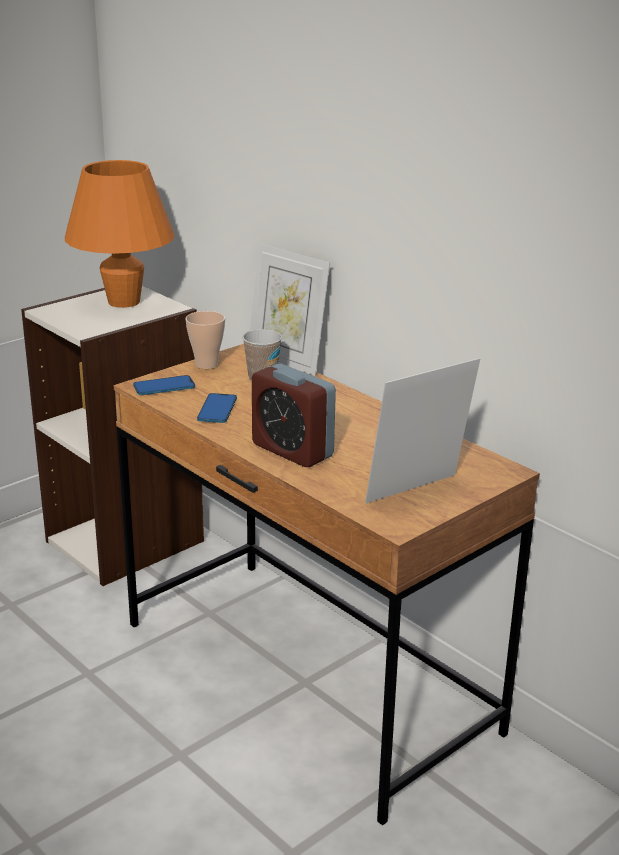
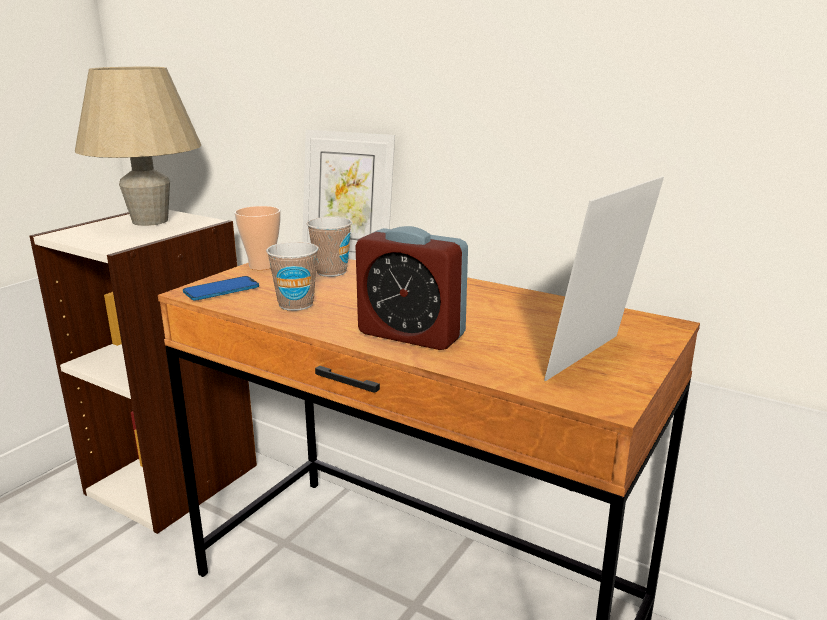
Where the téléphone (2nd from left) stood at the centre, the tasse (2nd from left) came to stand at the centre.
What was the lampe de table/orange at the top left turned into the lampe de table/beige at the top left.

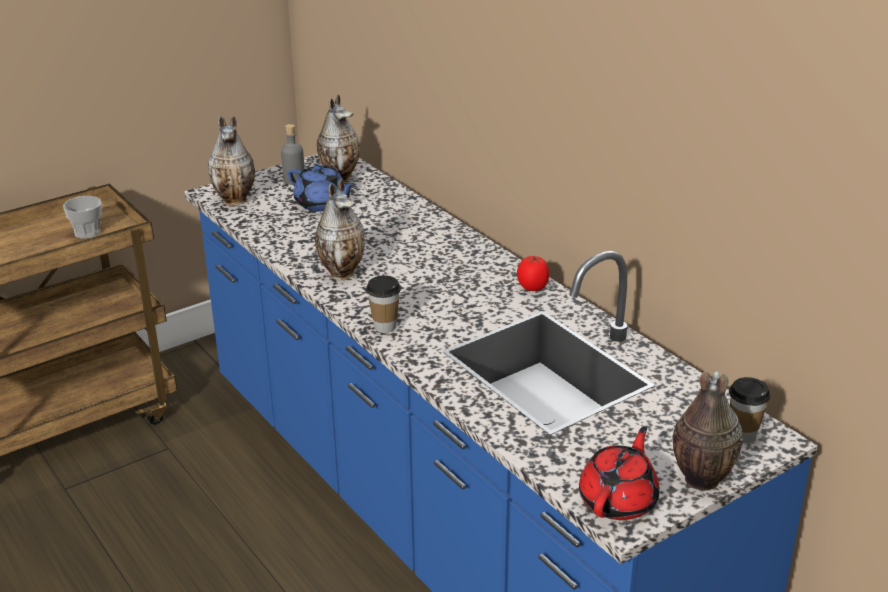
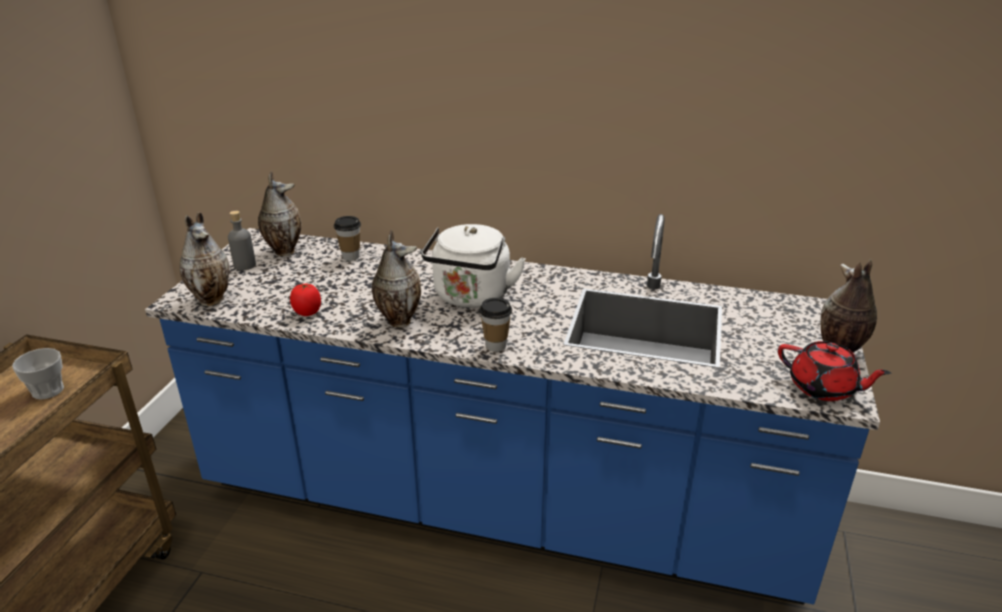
The second view lost the théière/bleu at the top centre.
The second view gained the bouilloire/blanc at the centre.
The tomate ended up elsewhere, having gone from the centre to the middle left.
The tasse (3rd from left in the first image) ended up elsewhere, having gone from the bottom right to the centre.
The théière/rouge at the bottom right ended up facing another way, 135 degrees clockwise from before.

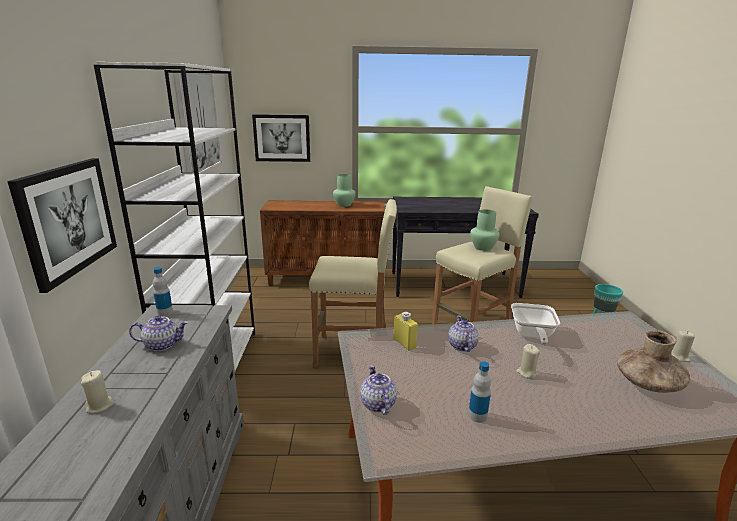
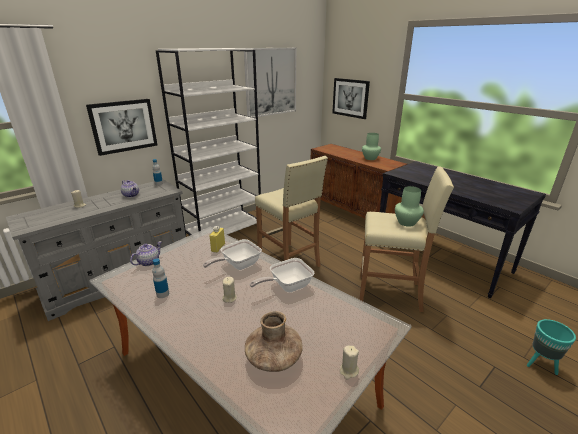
Where the théière (3rd from left) stood at the centre, the poêle (1st from left) came to stand at the centre.

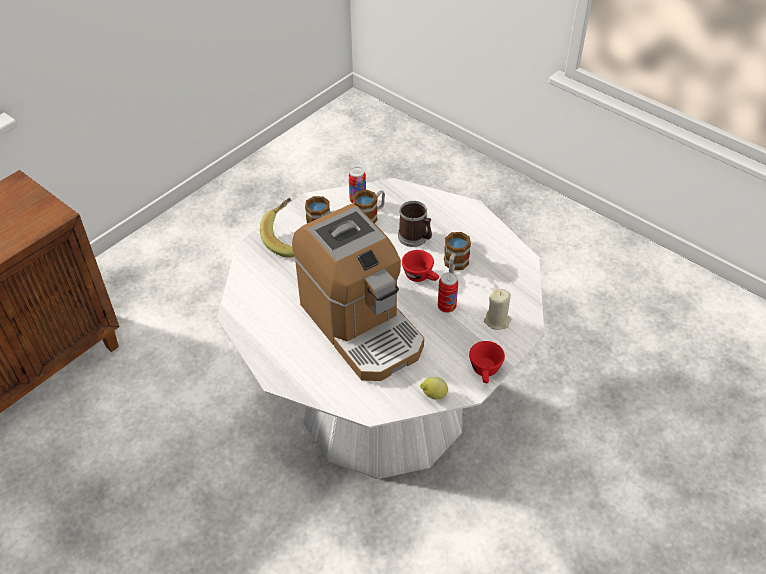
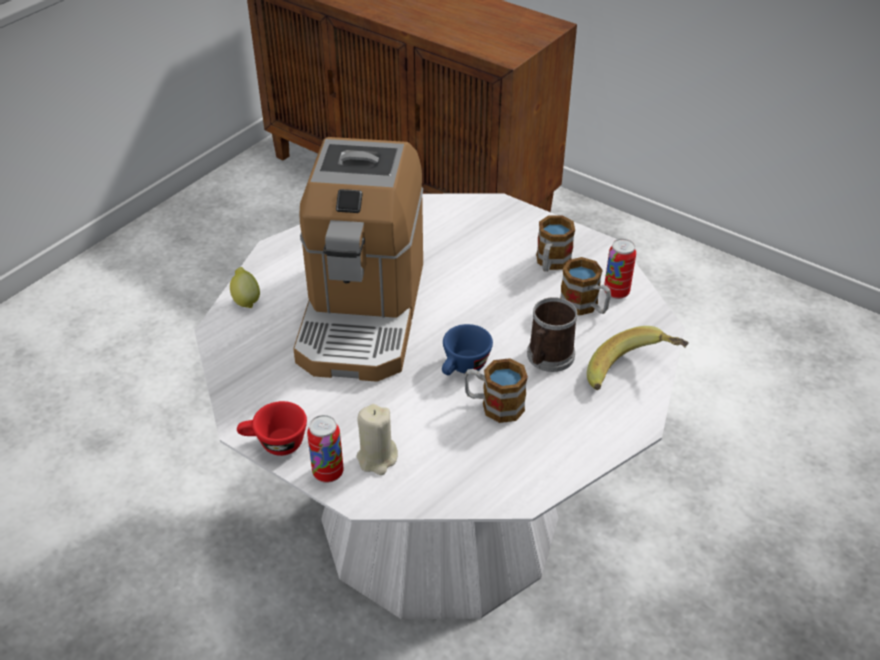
The banane ended up elsewhere, having gone from the centre to the middle right.
The citron ended up elsewhere, having gone from the bottom centre to the middle left.
The boîte métallique (2nd from left in the first image) ended up elsewhere, having gone from the centre to the bottom centre.
What was the tasse/rouge (1st from left) at the centre turned into the tasse/bleu at the centre.
The machine à café at the centre ended up facing another way, 45 degrees counterclockwise from before.

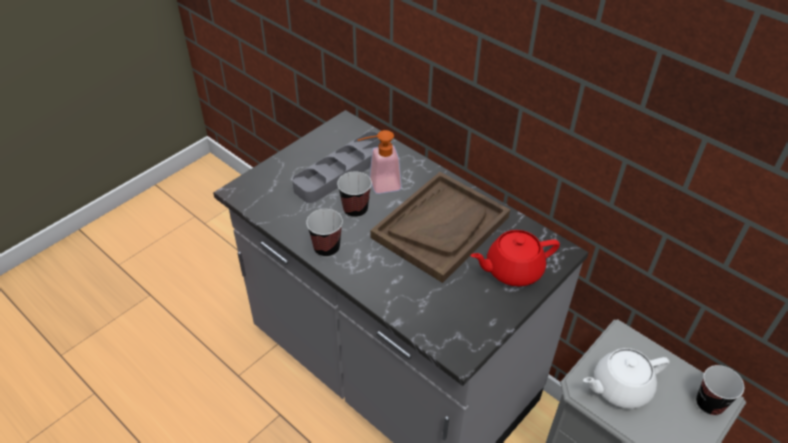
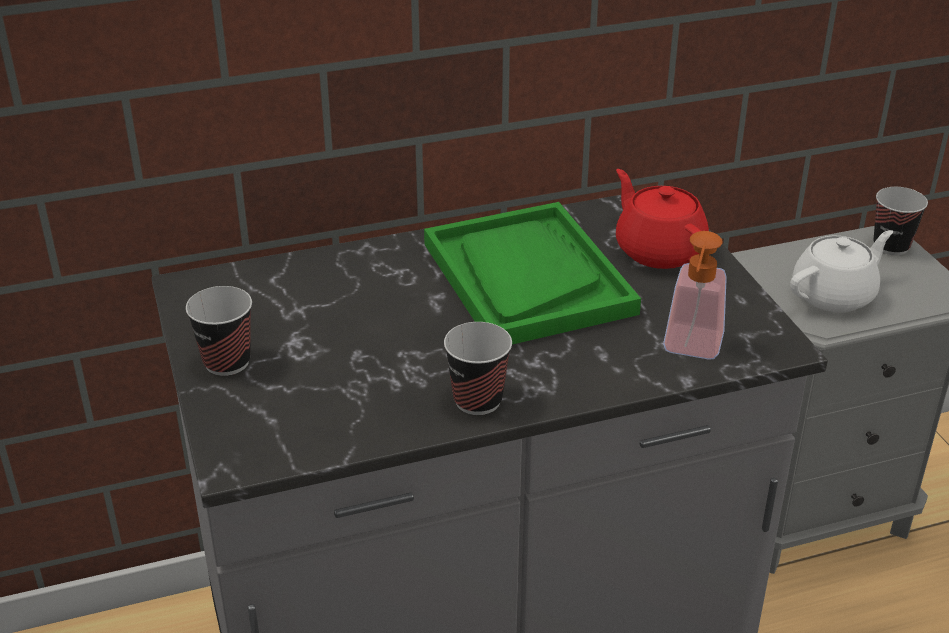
The second view lost the plateau/gris at the centre.
The tasse (2nd from left in the first image) ended up elsewhere, having gone from the centre to the middle left.
The distributeur de savon ended up elsewhere, having gone from the centre to the middle right.
What was the plateau/marron at the centre turned into the plateau/vert at the centre.
The théière/rouge at the centre ended up facing another way, 135 degrees clockwise from before.
The théière/blanc at the bottom right ended up facing another way, 135 degrees counterclockwise from before.

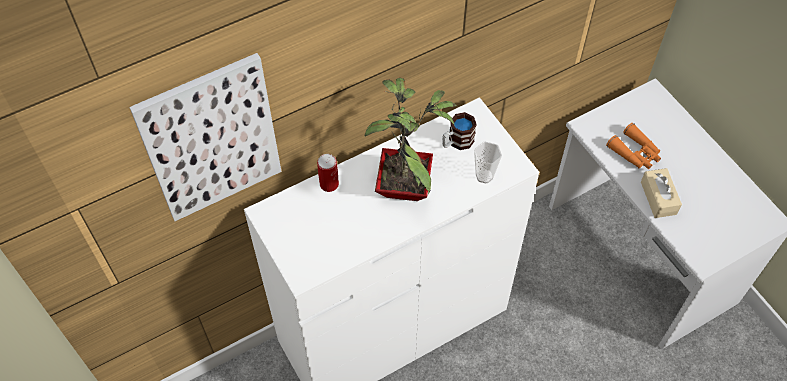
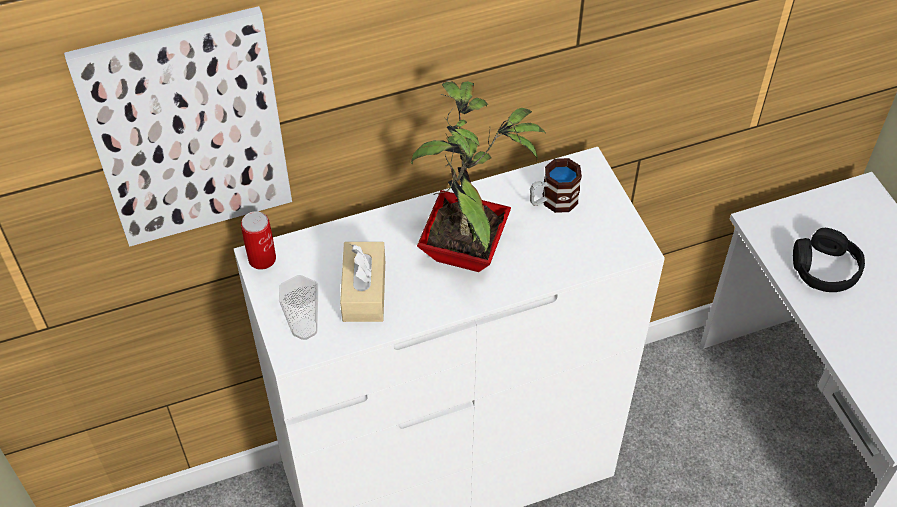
The boîte métallique ended up elsewhere, having gone from the centre to the middle left.
The tasse ended up elsewhere, having gone from the centre to the middle left.
The boîte à mouchoirs/beige ended up elsewhere, having gone from the middle right to the centre.
Where the jumelles/orange stood at the middle right, the casque audio/noir came to stand at the middle right.

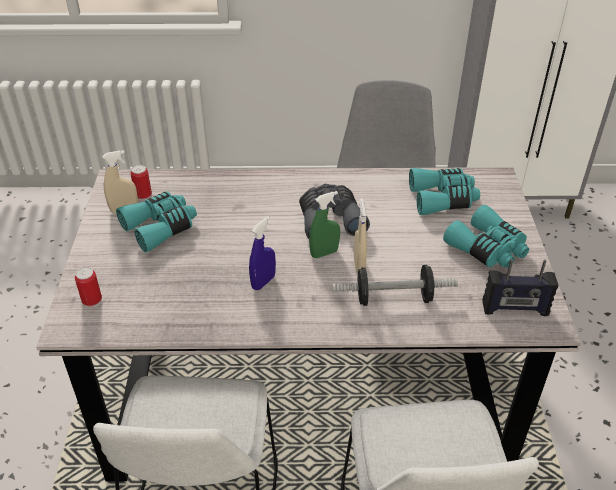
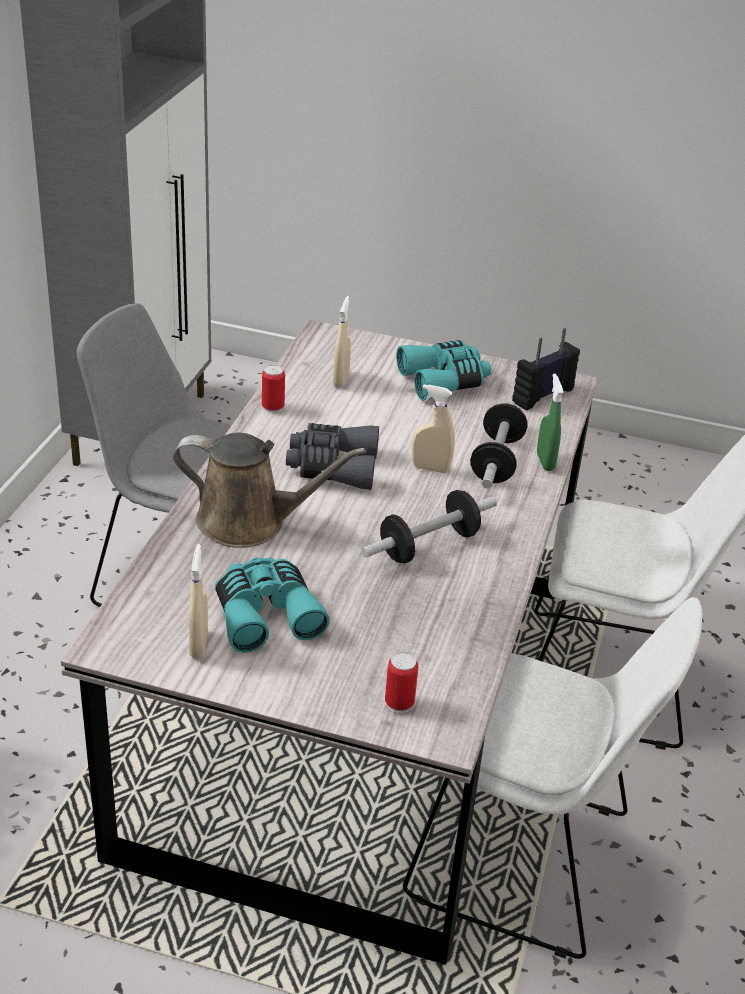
The second view gained the arrosoir/marron at the centre.
The boîte métallique (2nd from left in the first image) ended up elsewhere, having gone from the middle left to the centre.
The vaporisateur/vert ended up elsewhere, having gone from the centre to the middle right.
Where the vaporisateur/bleu stood at the centre, the haltère (1st from left) came to stand at the centre.
Where the jumelles/turquoise (2nd from left) stood at the middle right, the vaporisateur/beige (2nd from left) came to stand at the centre.
The radio at the middle right ended up facing another way, 150 degrees counterclockwise from before.

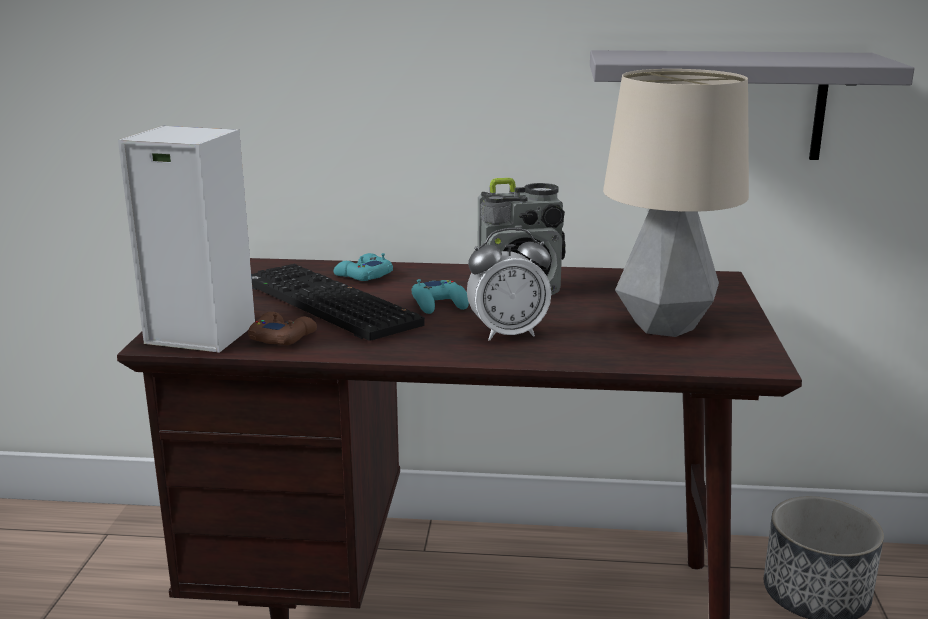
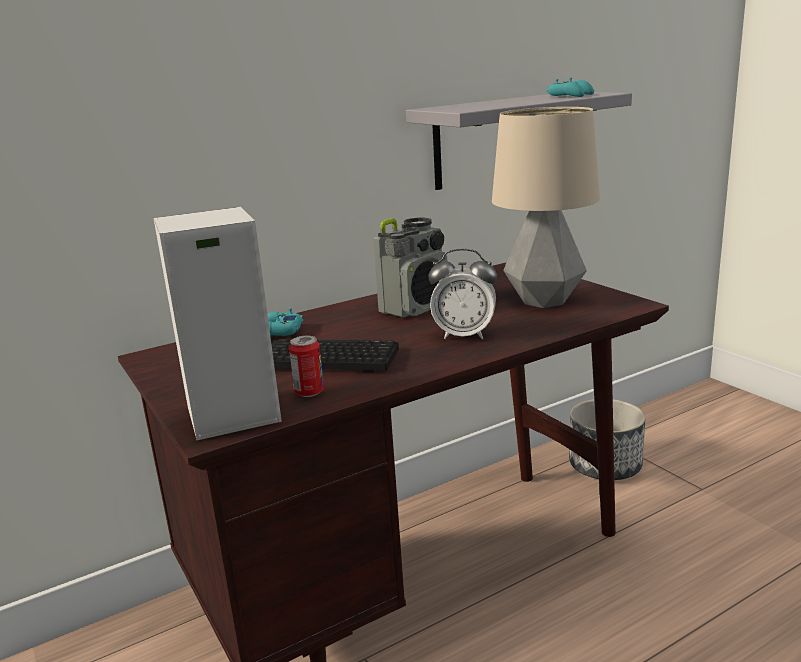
The manette/turquoise (2nd from left) ended up elsewhere, having gone from the centre to the top right.
Where the manette/marron stood at the middle left, the boîte métallique came to stand at the centre.
The réveil at the centre ended up facing another way, 60 degrees clockwise from before.

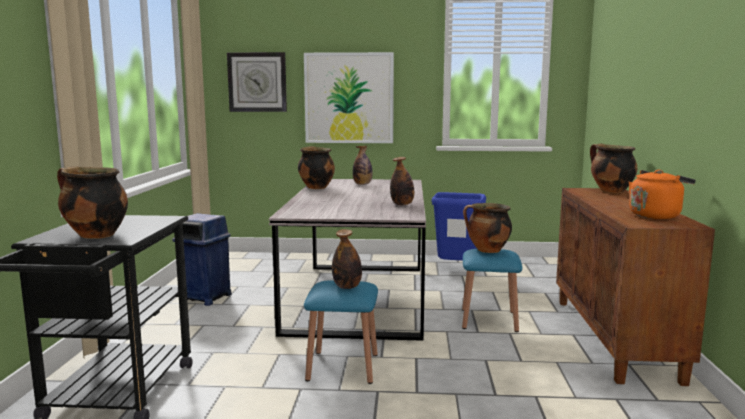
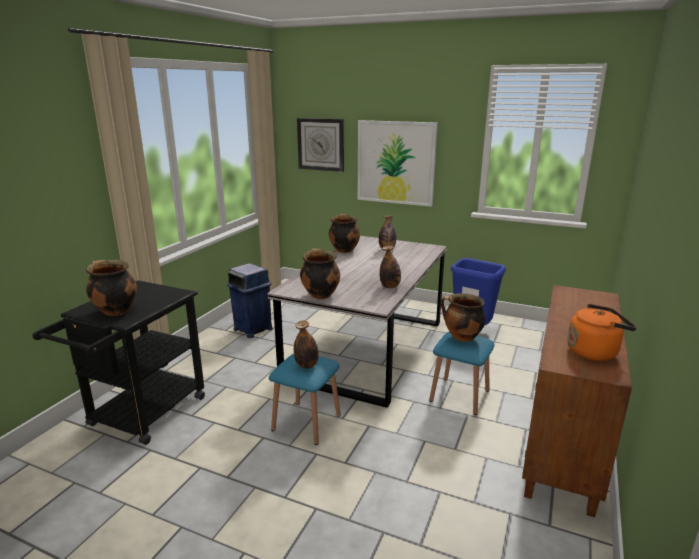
The marmite (4th from left in the first image) ended up elsewhere, having gone from the middle right to the centre.

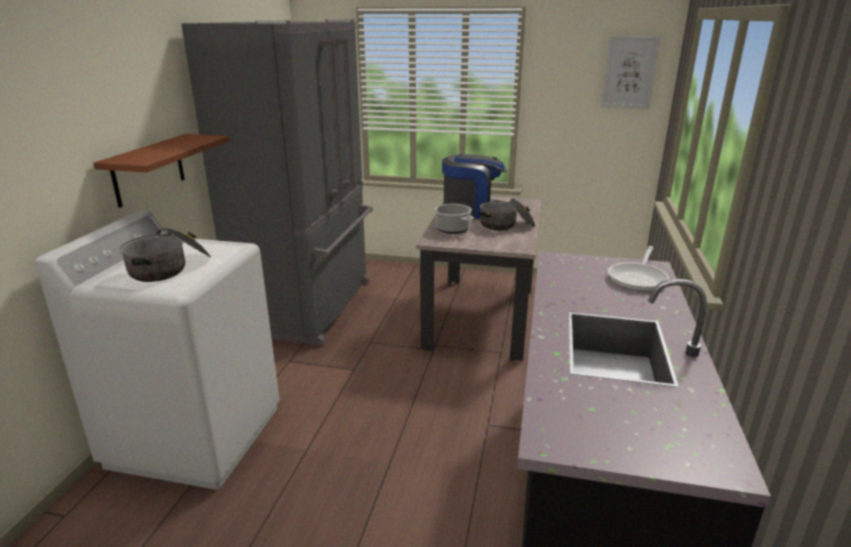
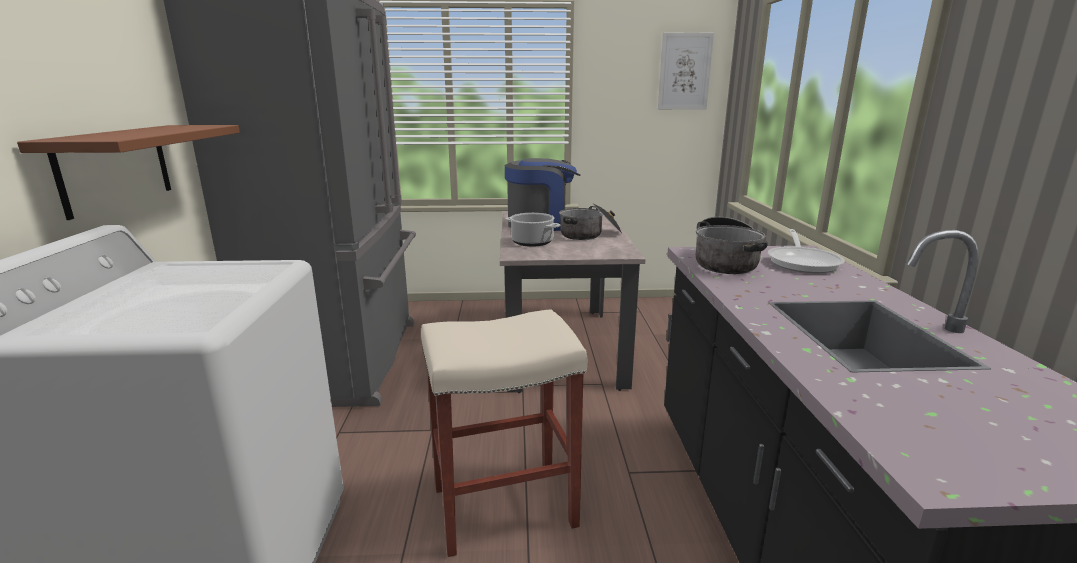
The second view gained the tabouret/beige at the bottom centre.
The marmite (1st from left in the first image) ended up elsewhere, having gone from the middle left to the middle right.

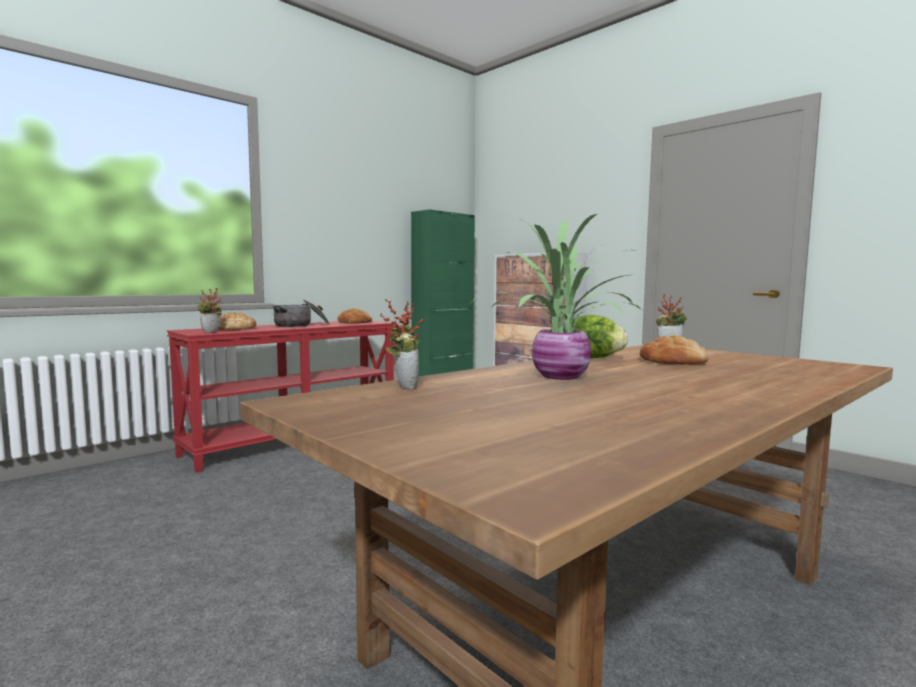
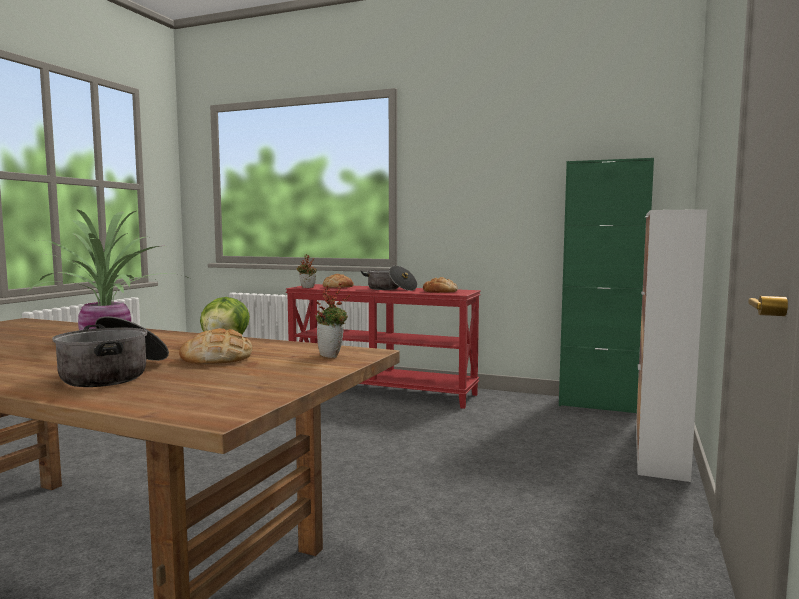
The second view lost the plante en pot (2nd from left) at the centre.
The second view gained the marmite (1st from left) at the middle left.

